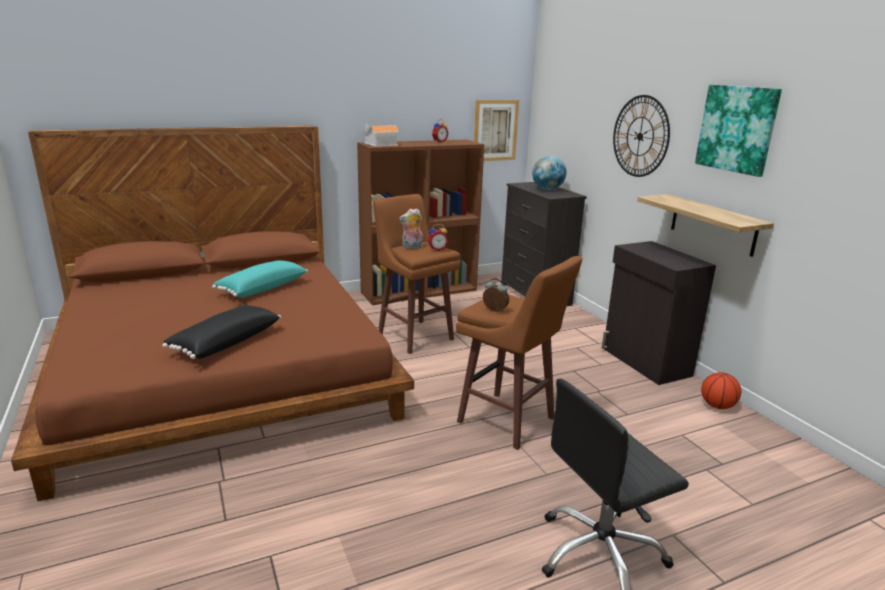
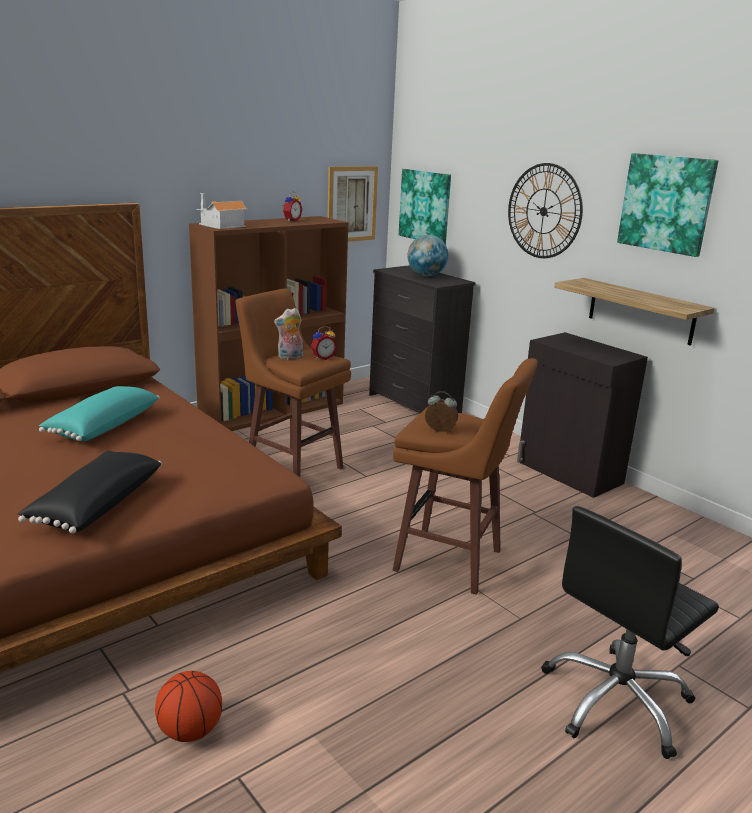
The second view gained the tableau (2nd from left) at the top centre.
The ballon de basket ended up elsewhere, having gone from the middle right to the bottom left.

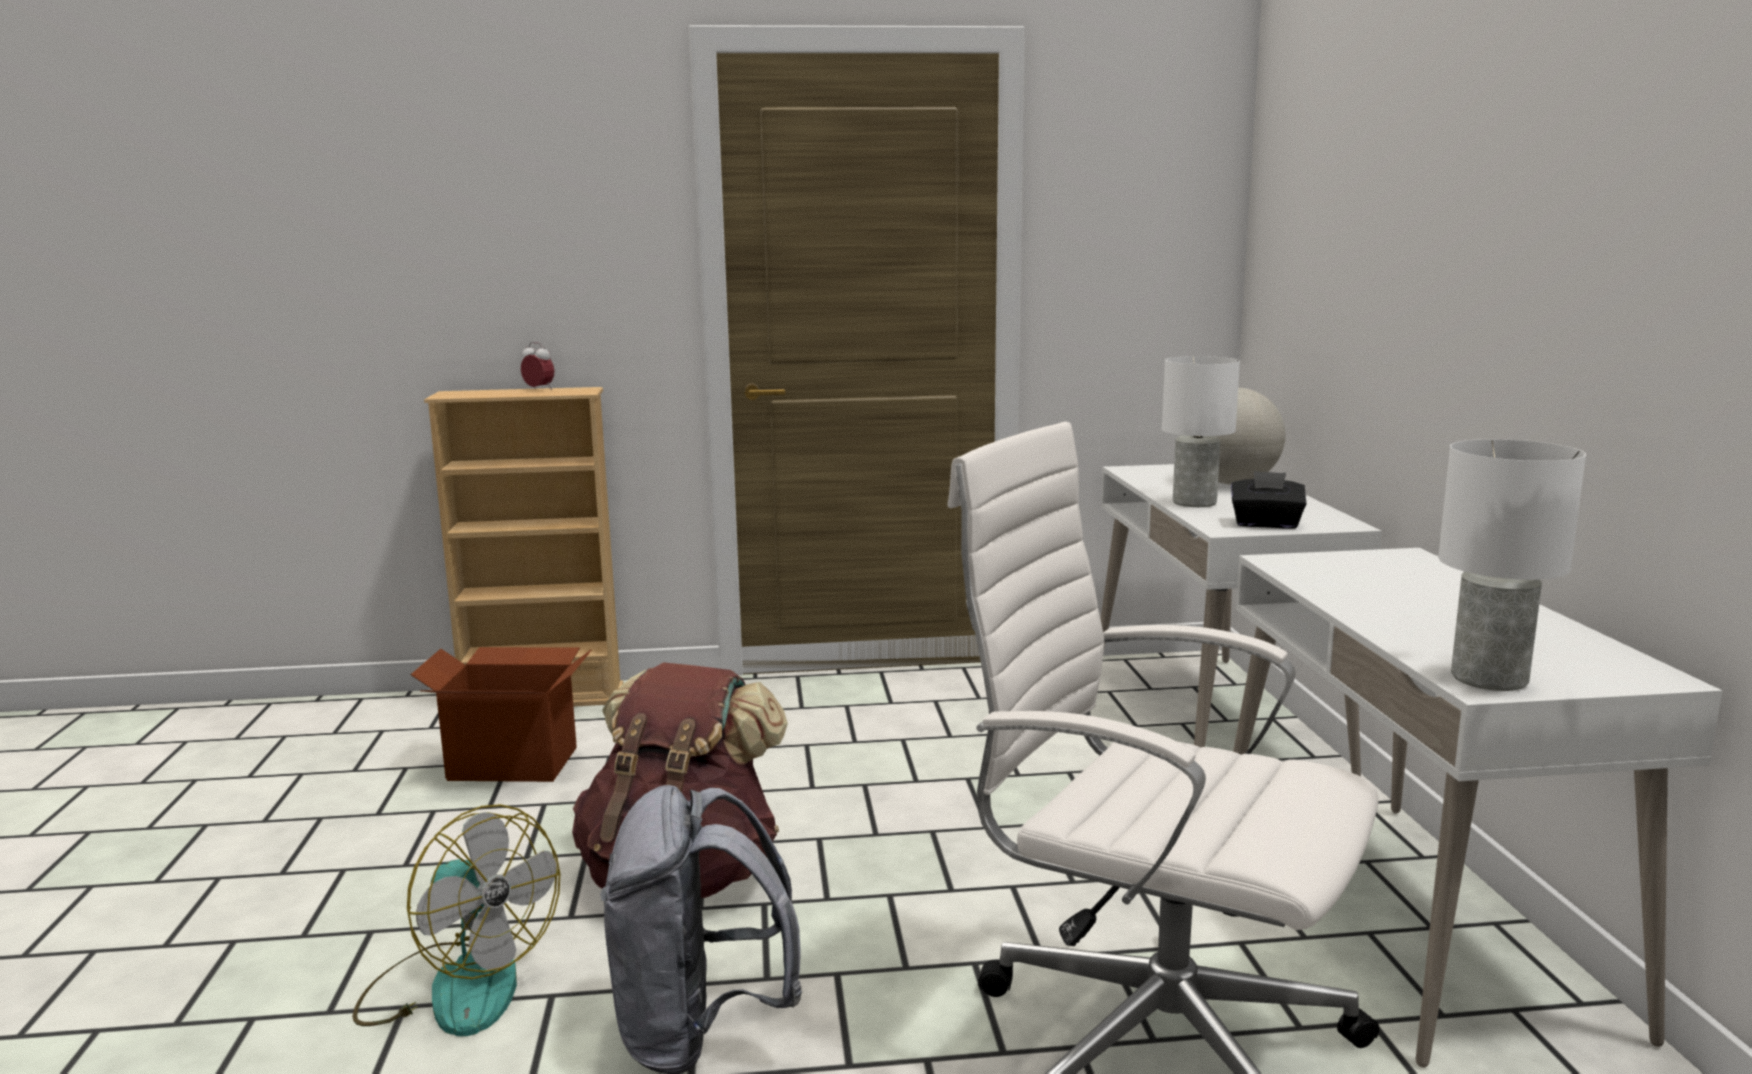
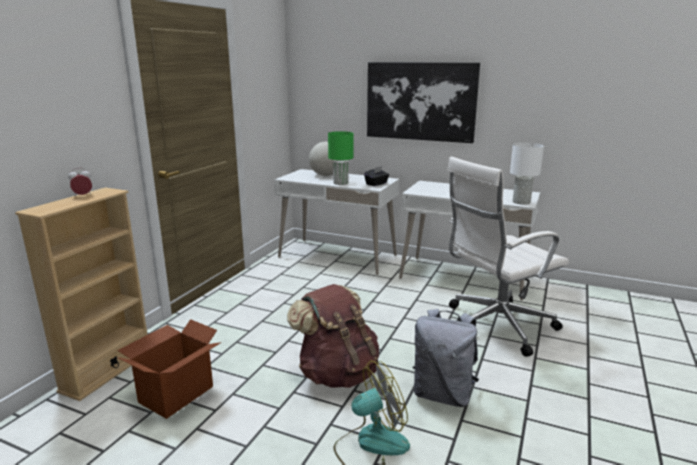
The second view gained the tableau at the top centre.
What was the lampe de table/blanc (1st from left) at the middle right turned into the lampe de table/vert at the centre.

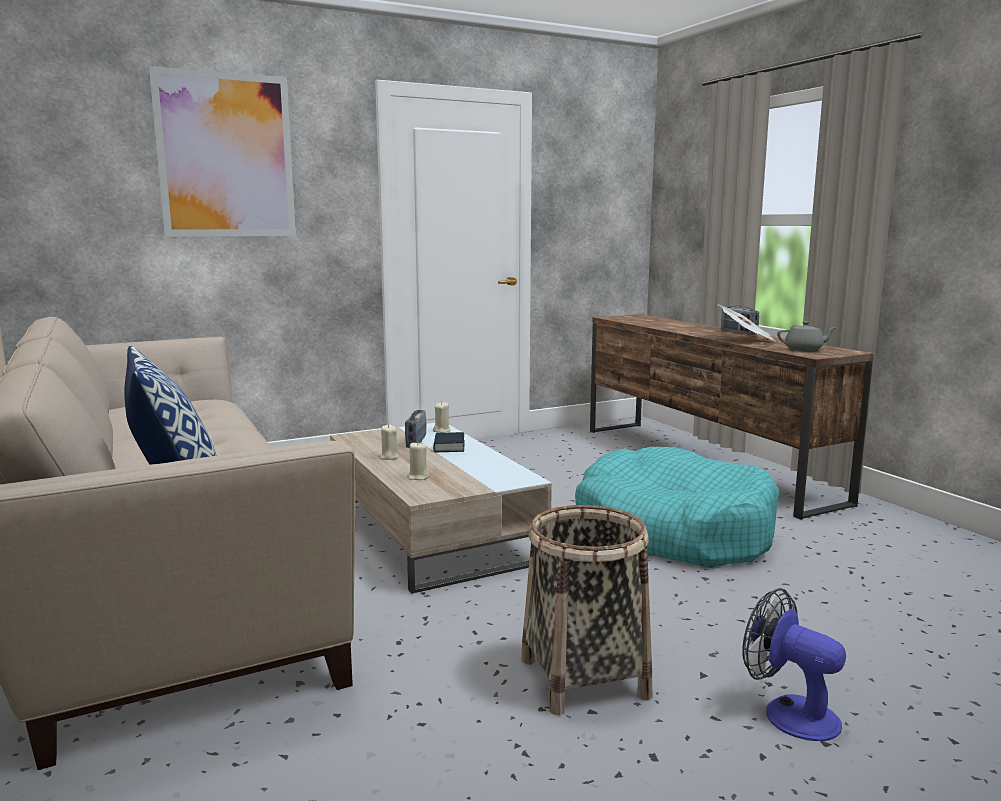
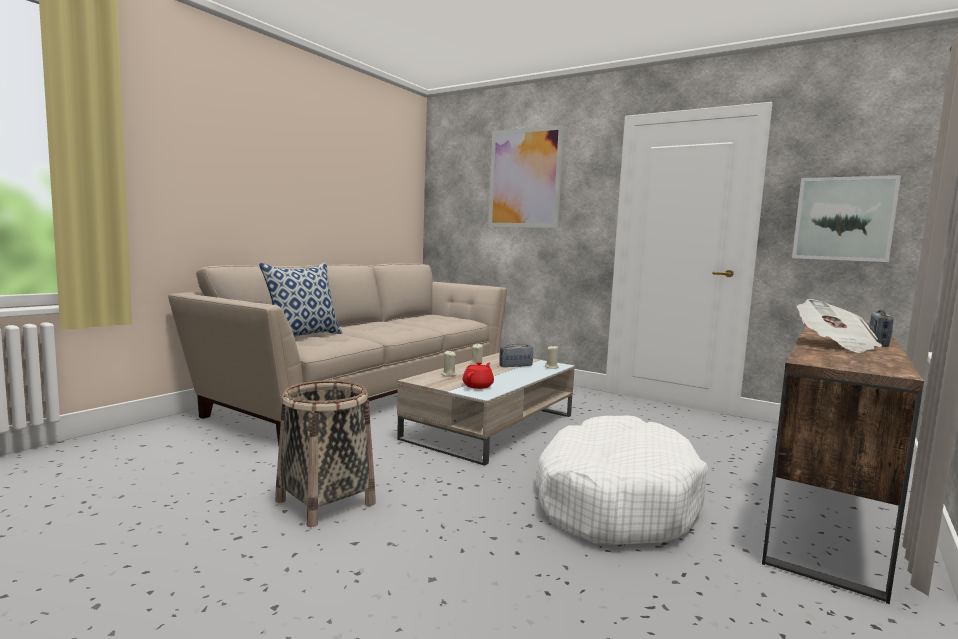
The second view lost the livre at the centre.
The second view lost the ventilateur at the bottom right.
The second view lost the théière/gris at the middle right.
The second view gained the théière/rouge at the centre.
The second view gained the tableau (2nd from left) at the middle right.
What was the panier pour chien/turquoise at the middle right turned into the panier pour chien/blanc at the bottom centre.

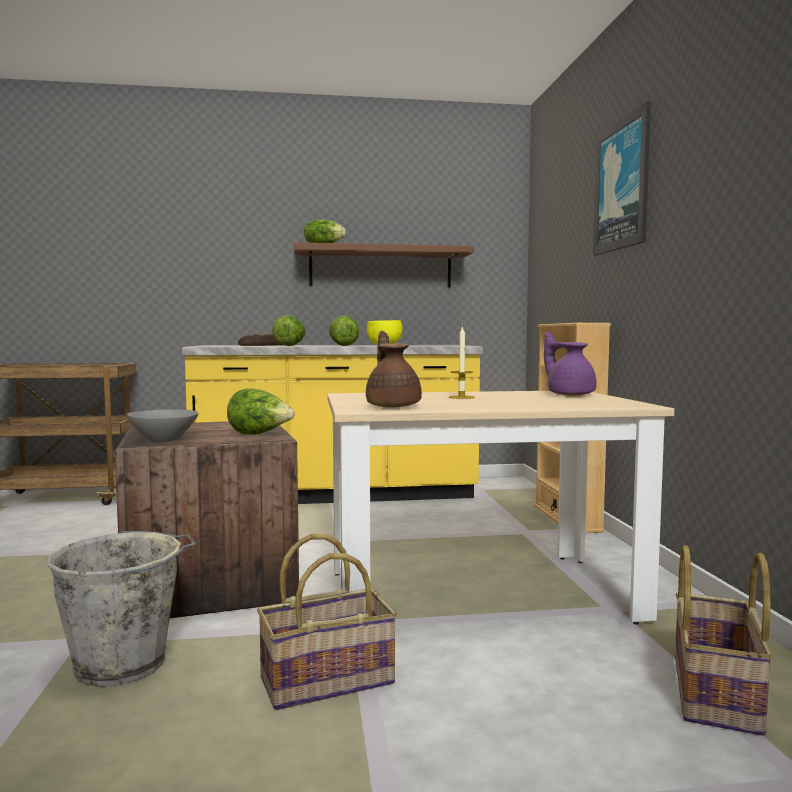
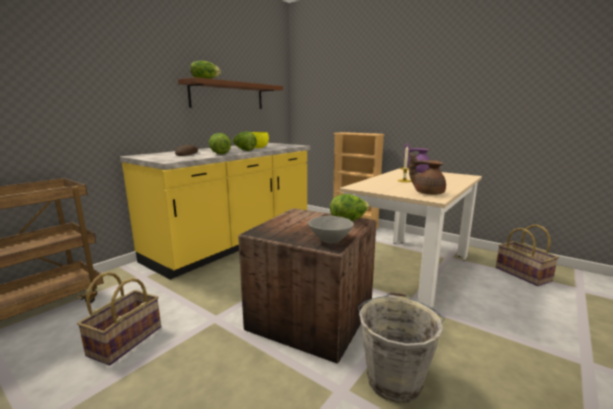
The second view lost the tableau at the top right.
The panier (1st from left) ended up elsewhere, having gone from the bottom centre to the bottom left.

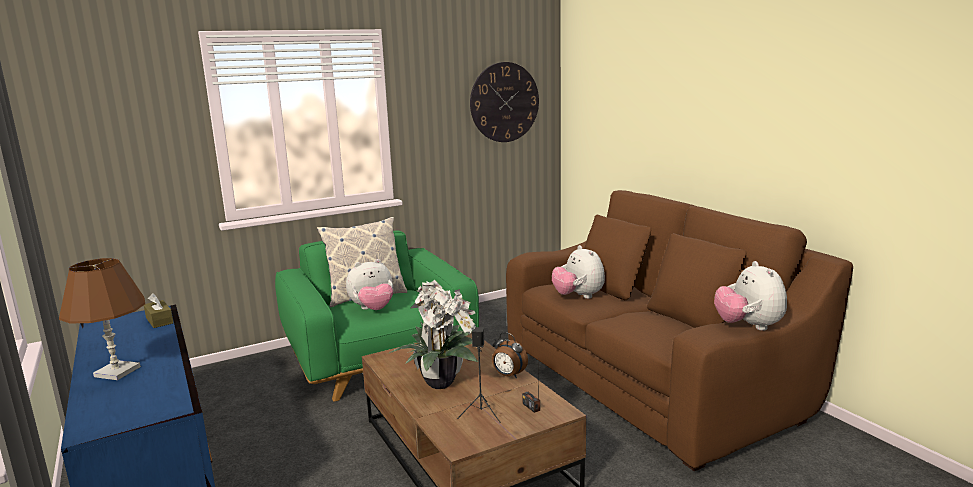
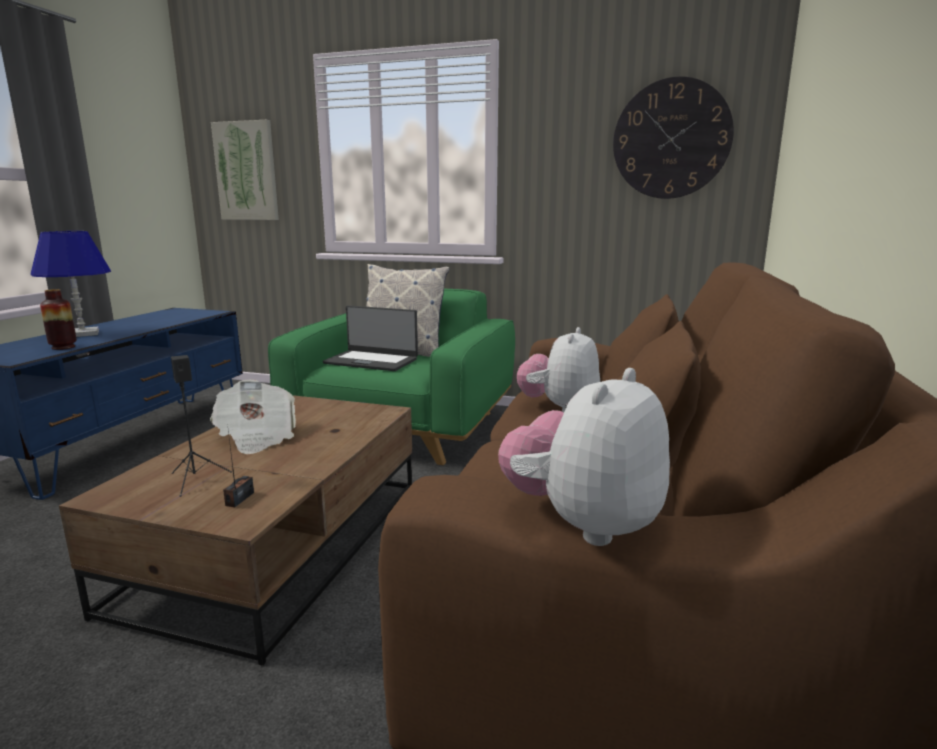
The second view lost the boîte à mouchoirs/marron at the middle left.
The second view lost the réveil at the bottom centre.
The second view gained the vase at the middle left.
The second view gained the tableau at the top left.
Where the peluche (1st from left) stood at the centre, the ordinateur portable came to stand at the centre.
Where the plante en pot stood at the bottom centre, the journal came to stand at the middle left.
What was the lampe de table/marron at the middle left turned into the lampe de table/bleu at the middle left.

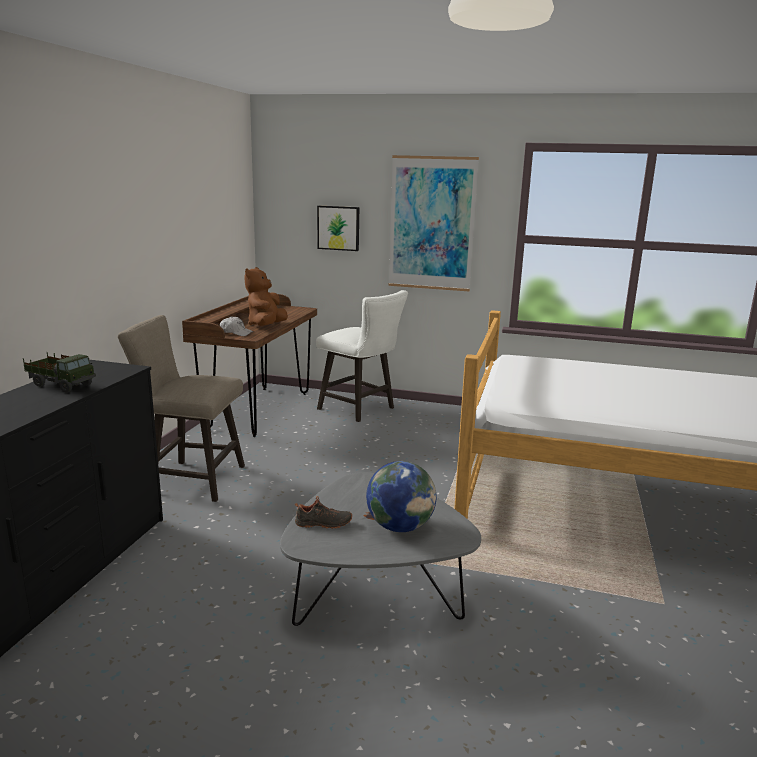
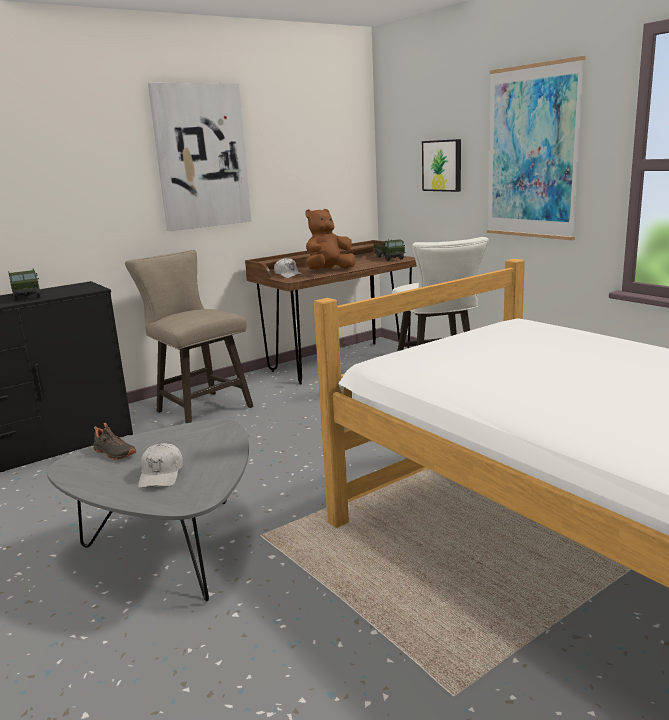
The second view gained the tableau (1st from left) at the top left.
The second view gained the camion jouet (2nd from left) at the centre.
Where the globe stood at the centre, the casquette/blanc (1st from left) came to stand at the middle left.

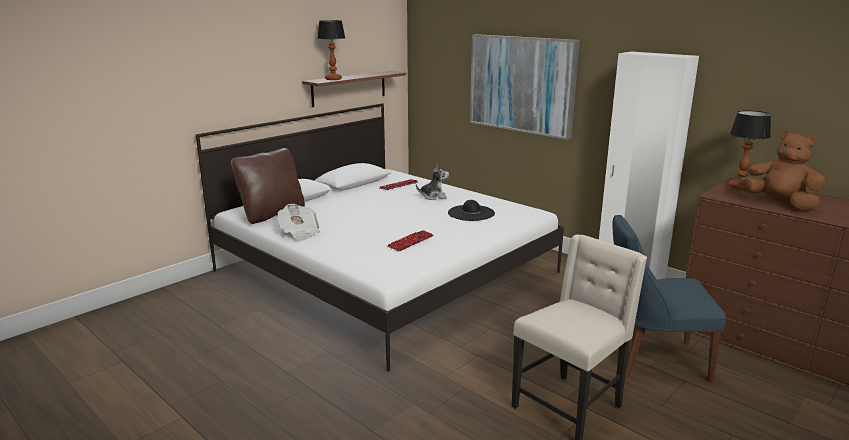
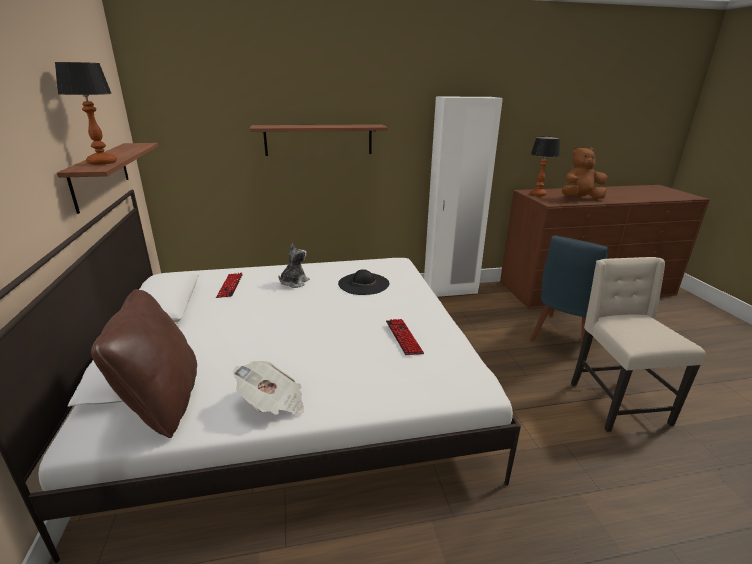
Where the tableau hung at the top centre, the étagère (2nd from left) came to hang at the top centre.

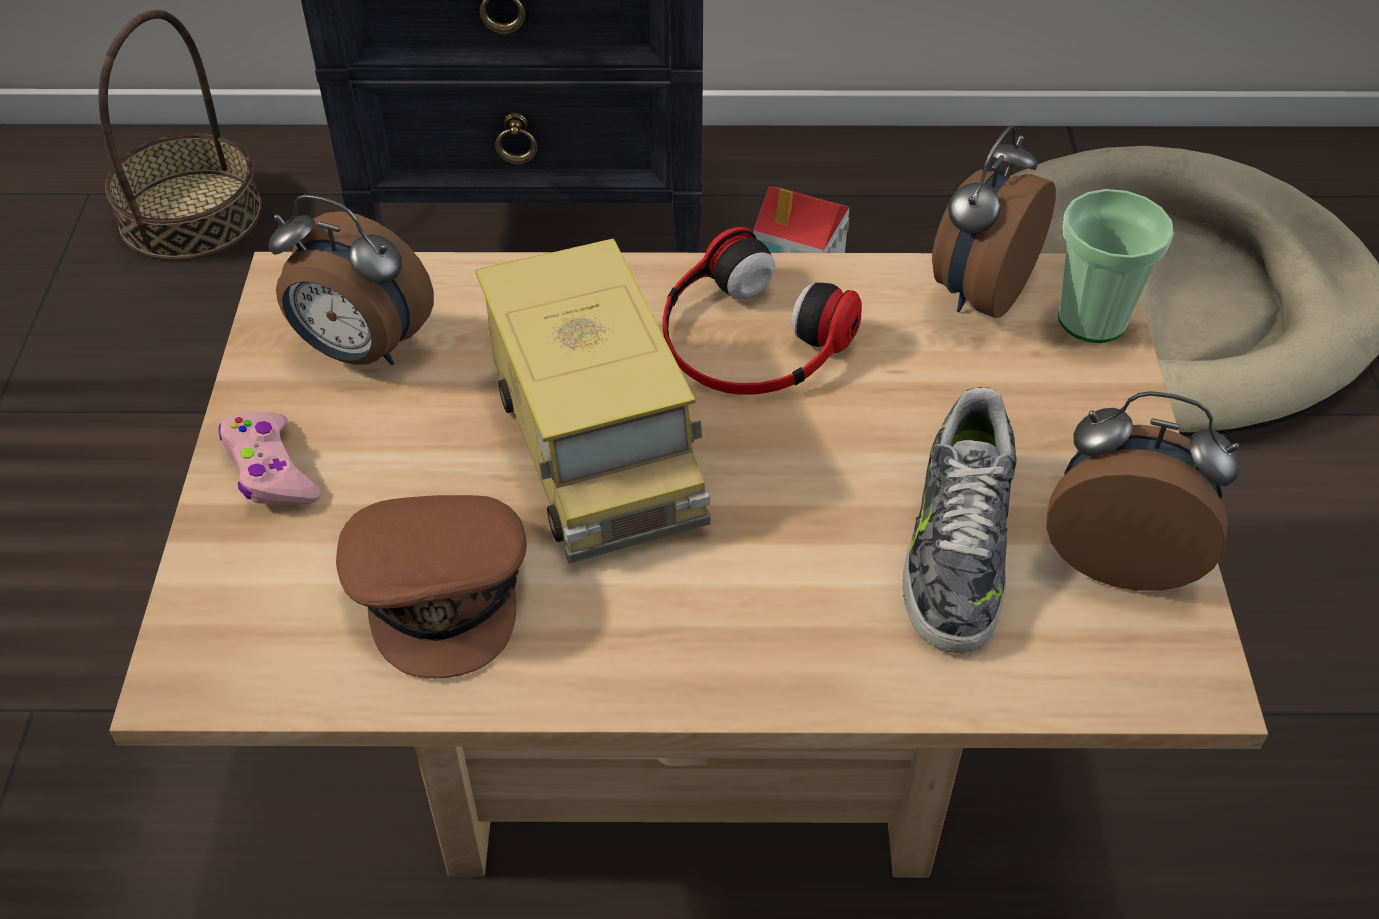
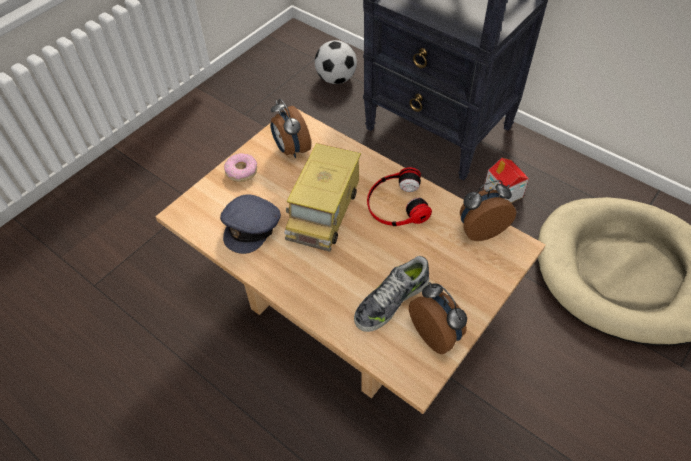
The second view lost the tasse at the top right.
Where the panier stood at the top left, the ballon de foot came to stand at the top centre.
Where the manette/rose stood at the middle left, the beignet came to stand at the centre.
What was the casquette/marron at the middle left turned into the casquette/gris at the centre.

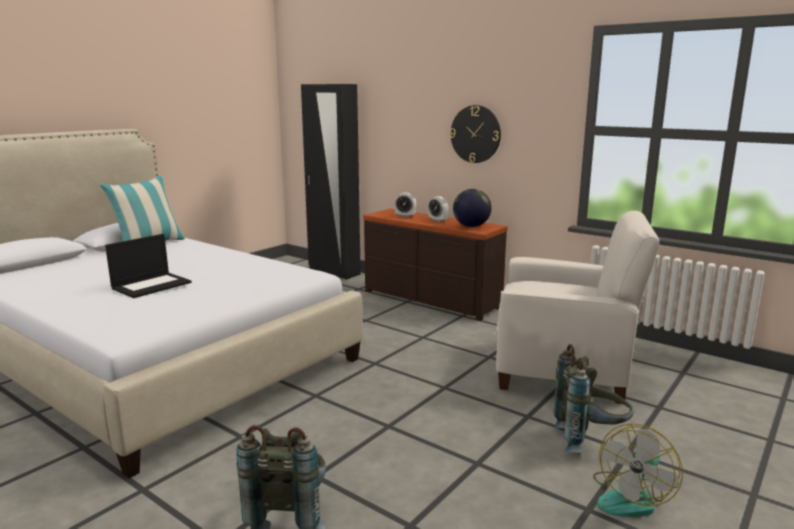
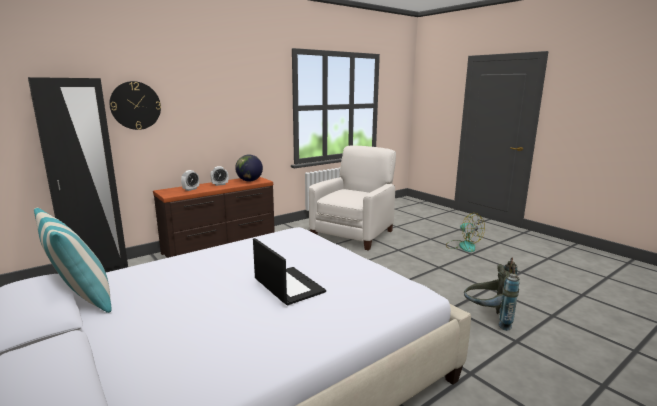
The second view lost the sac à dos/gris (2nd from left) at the bottom right.
The horloge murale ended up elsewhere, having gone from the top centre to the top left.

